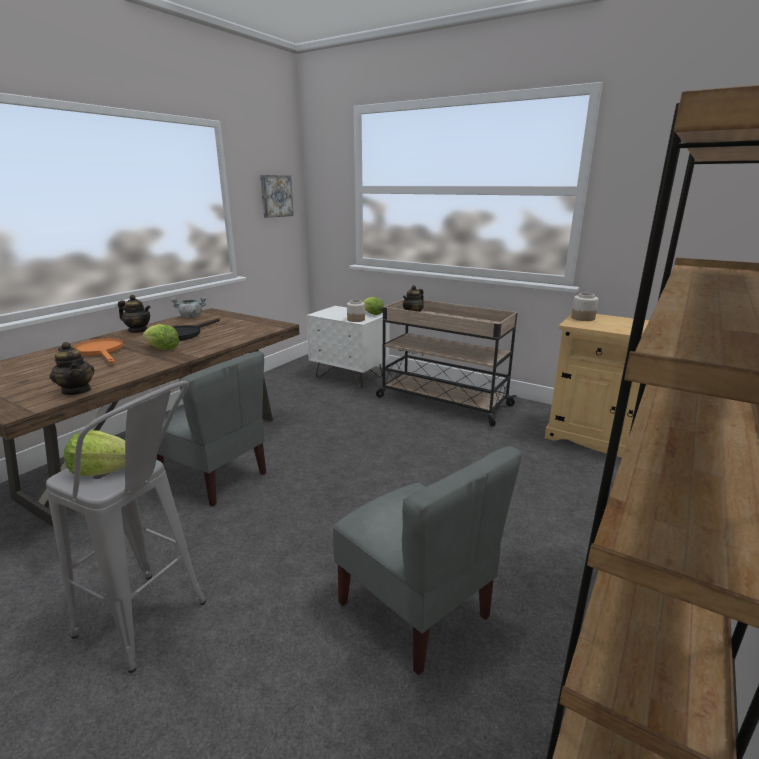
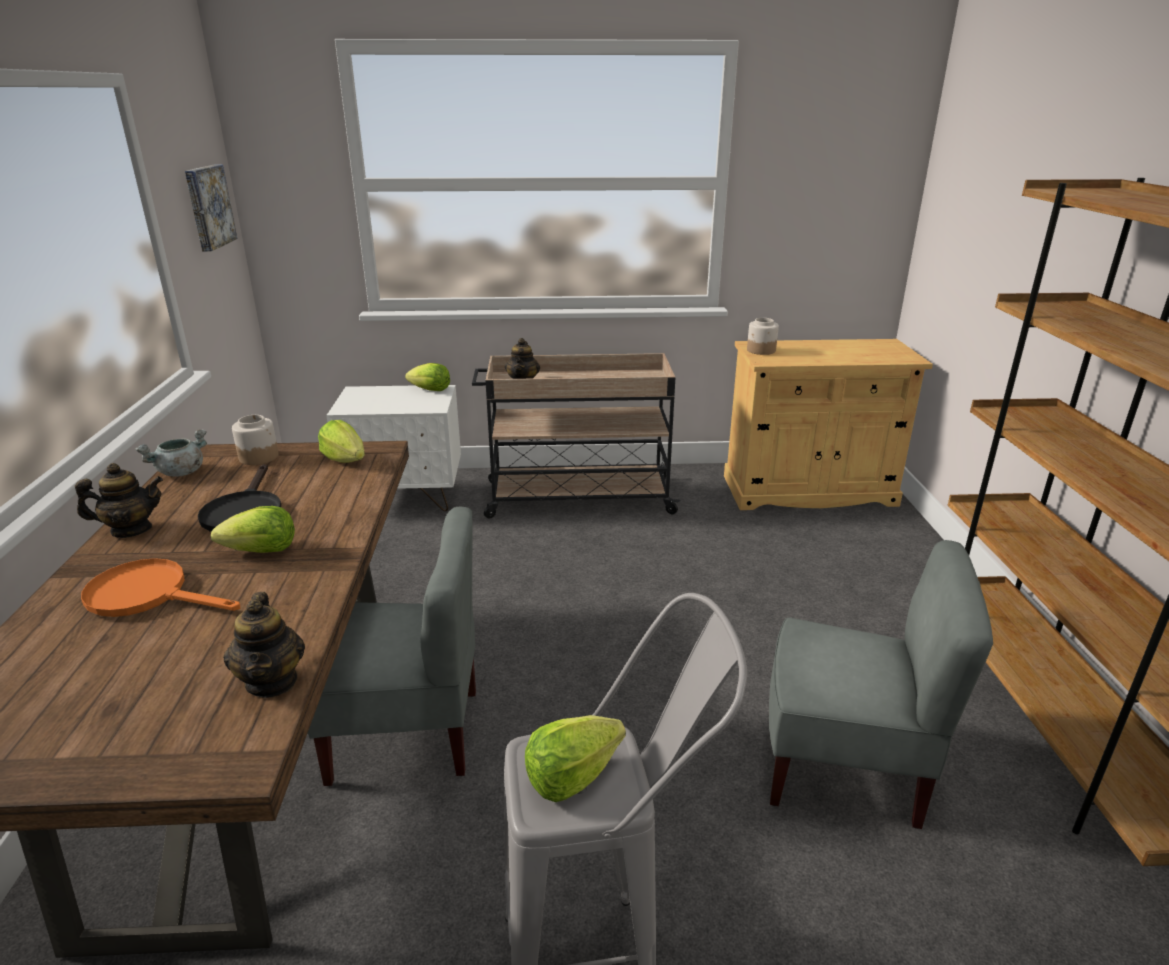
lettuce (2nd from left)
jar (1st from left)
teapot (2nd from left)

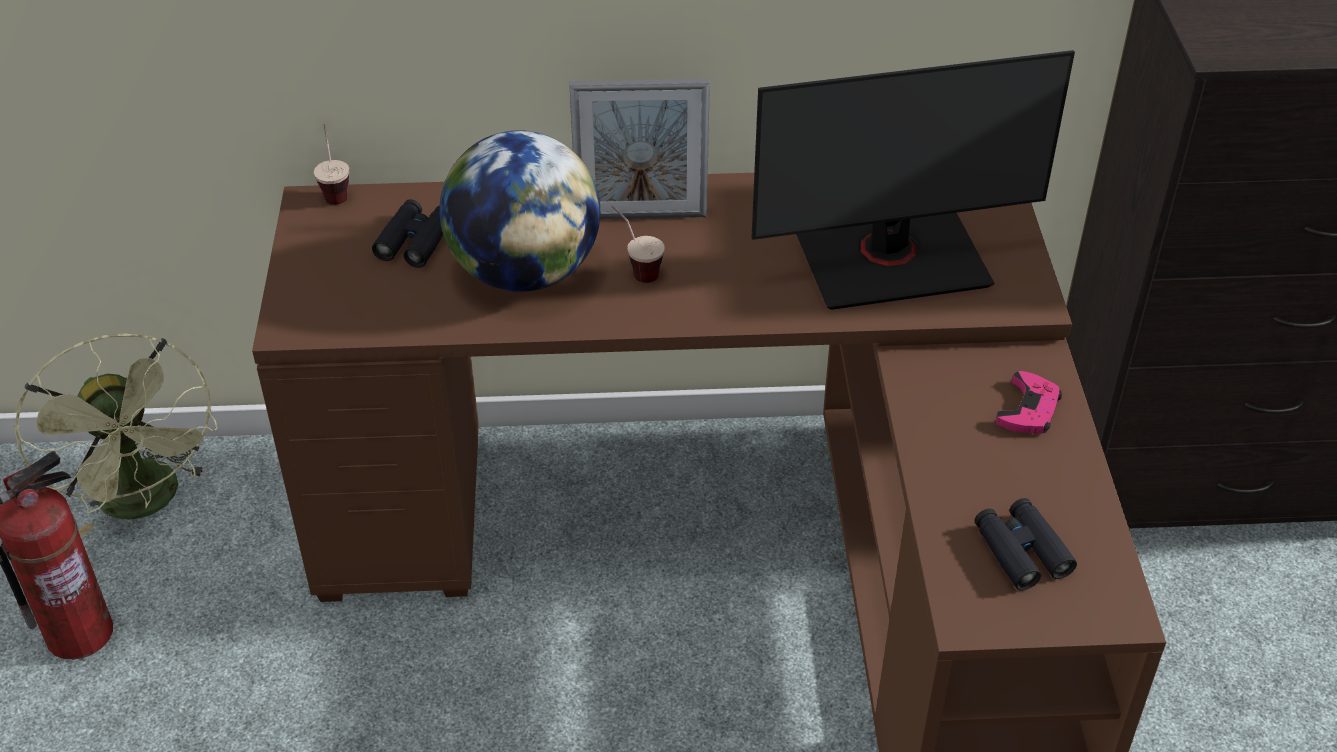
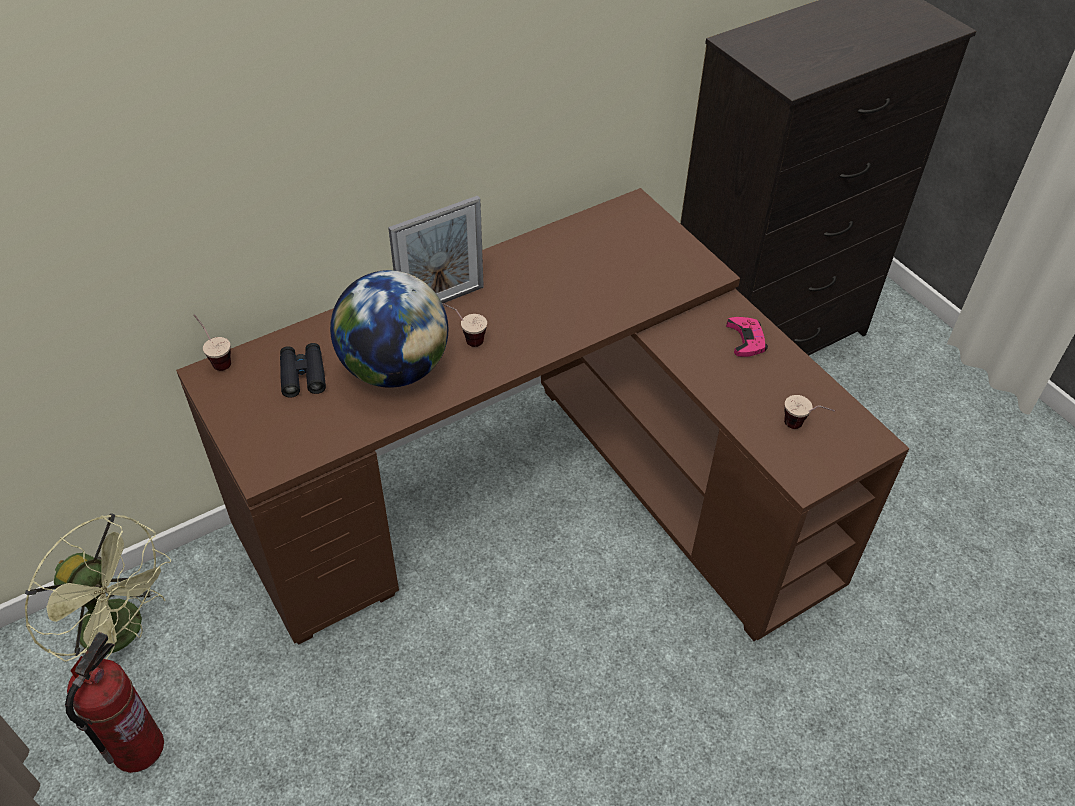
monitor
cup (3rd from left)

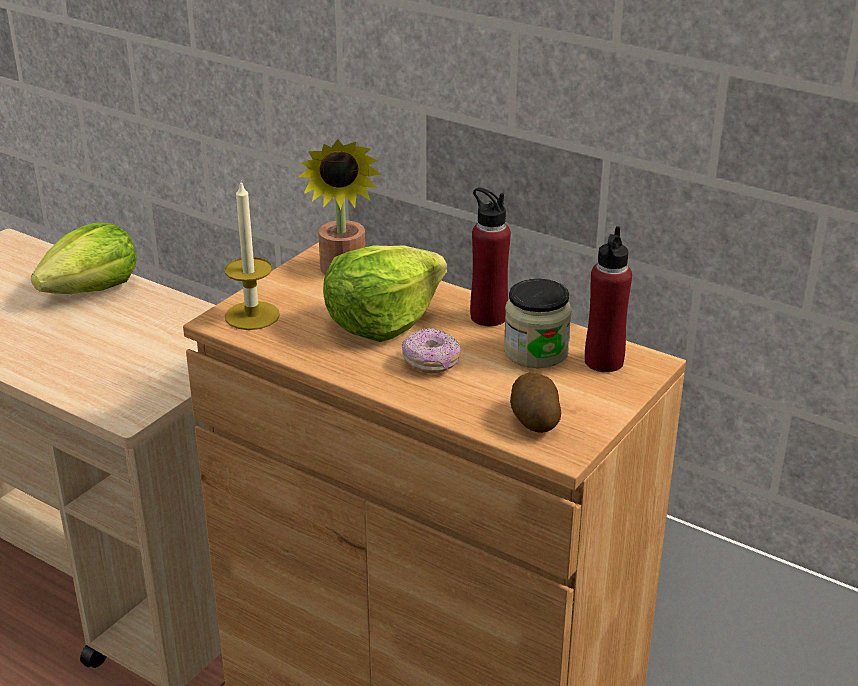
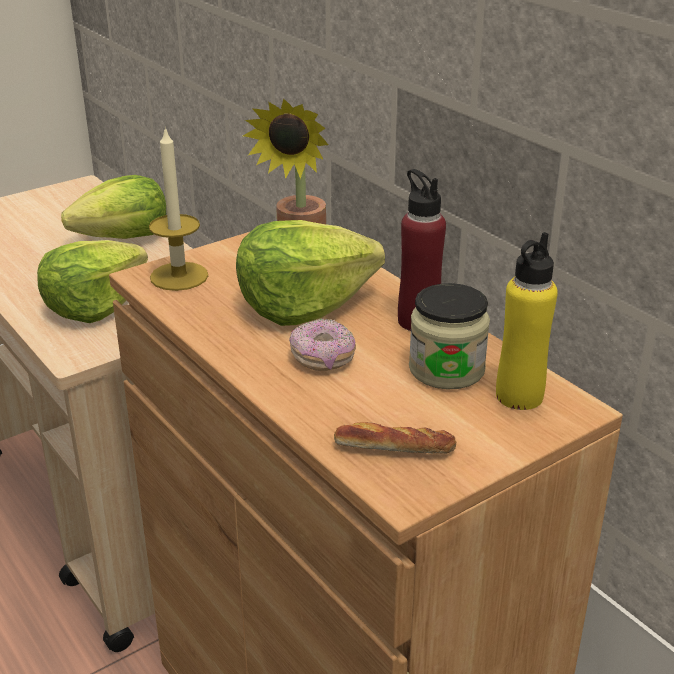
lettuce (1st from left)
bread
yellow bottle

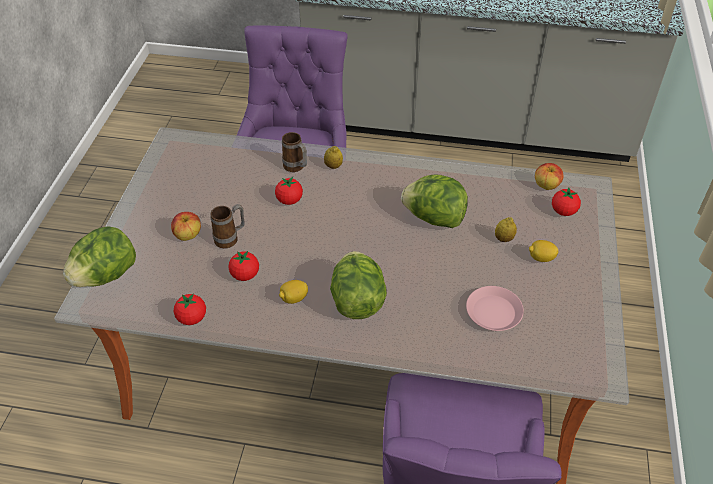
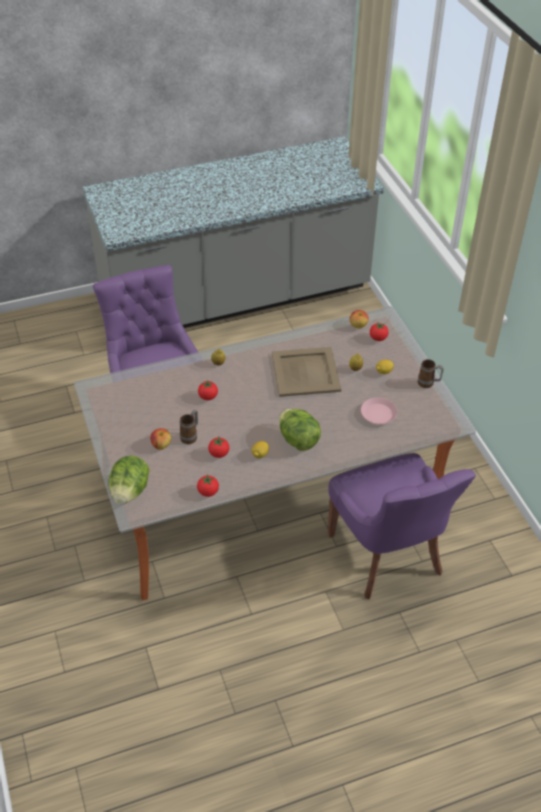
mug (2nd from left)
beige tray

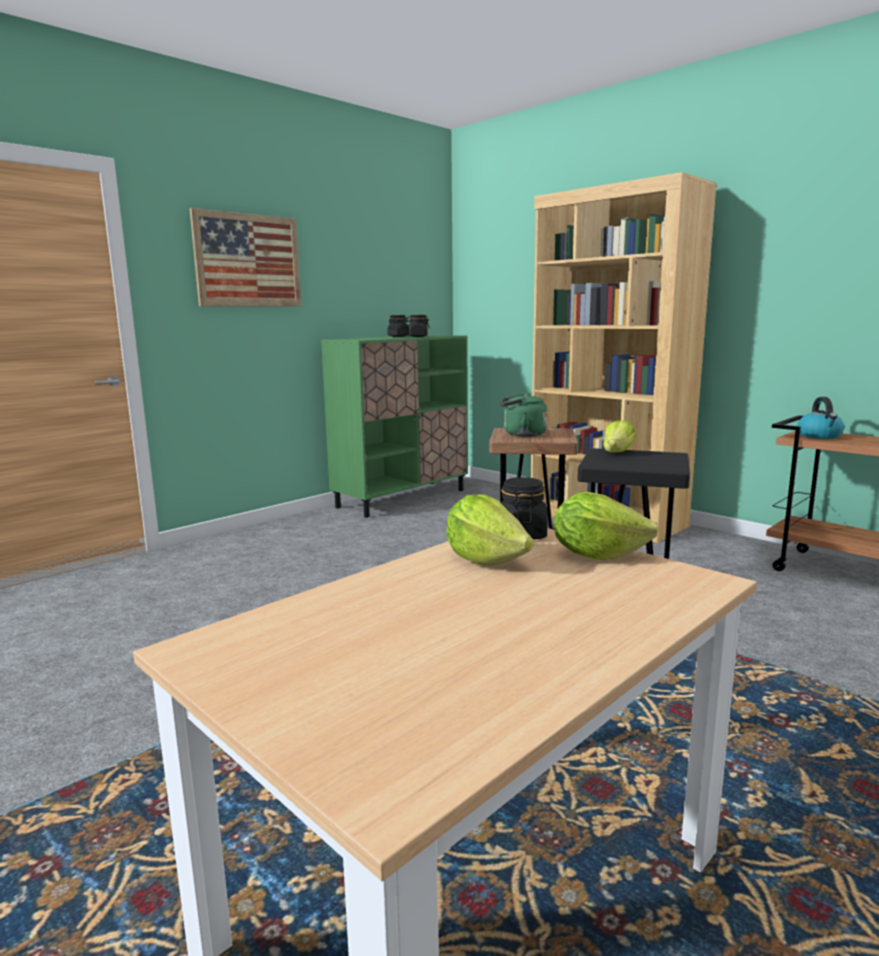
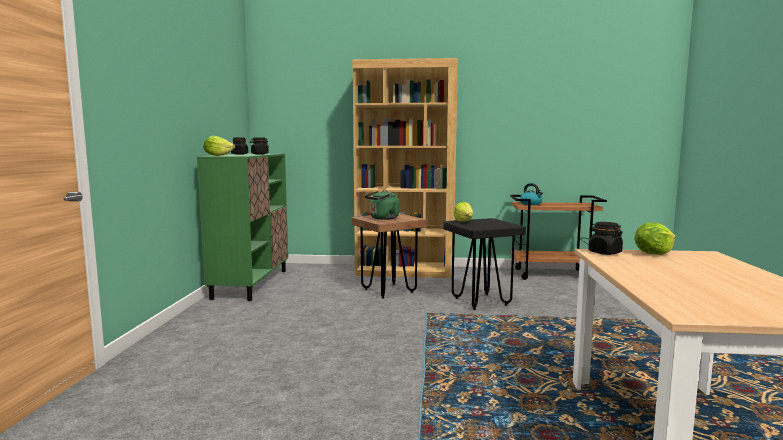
picture
lettuce (1st from left)

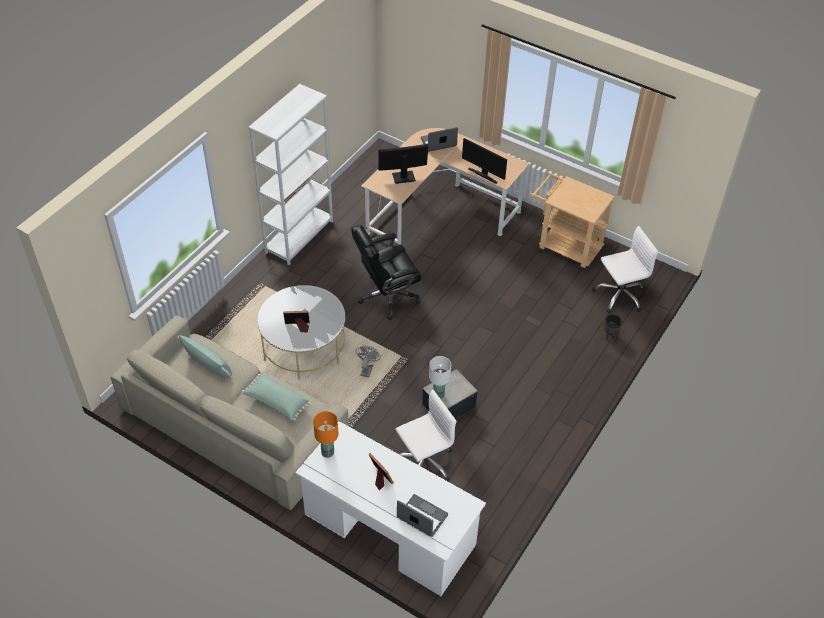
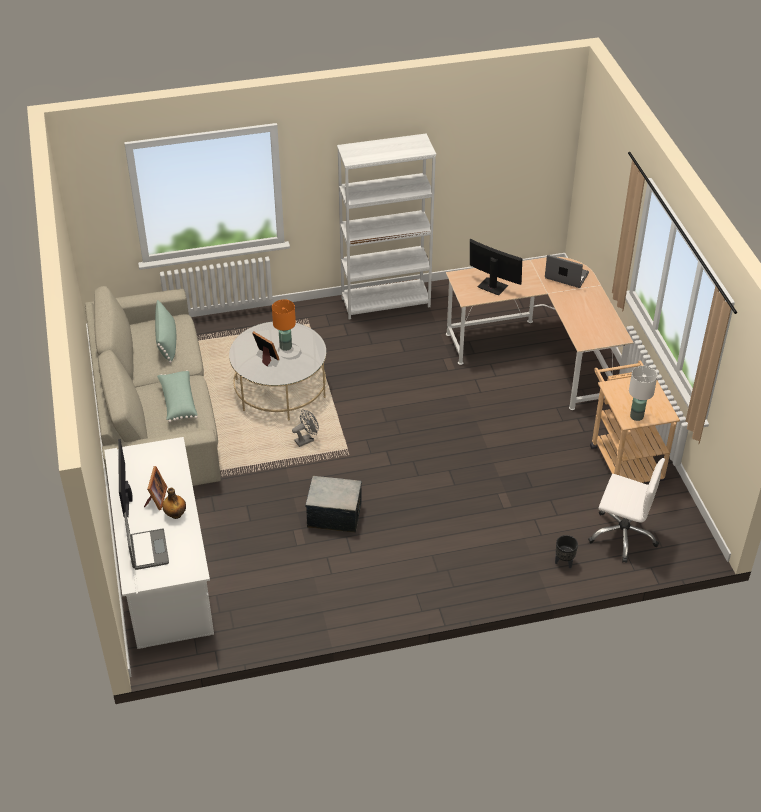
black office chair
white office chair (1st from left in the first image)
bottle
orange table lamp
white table lamp
monitor (1st from left)

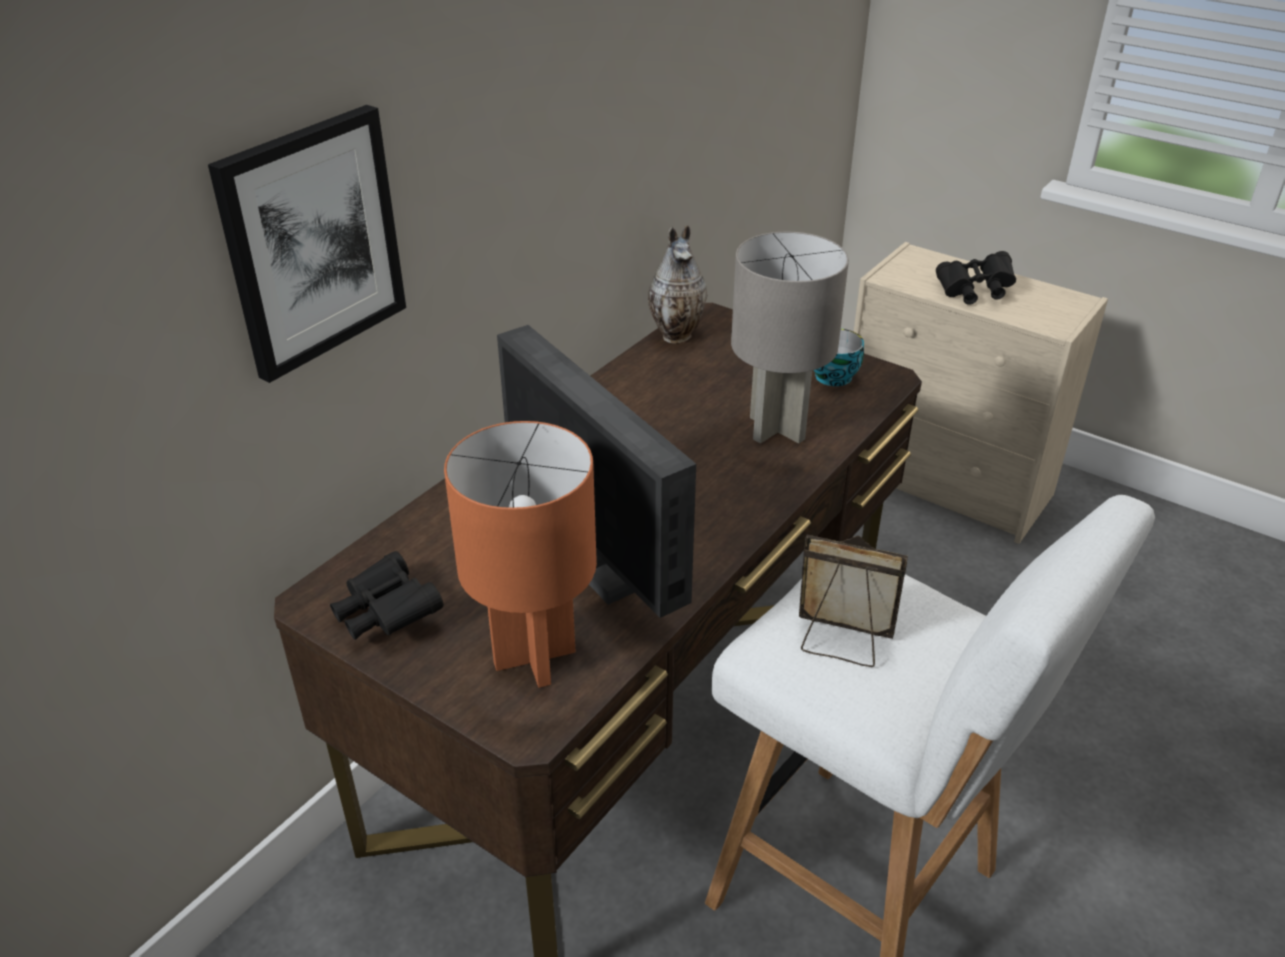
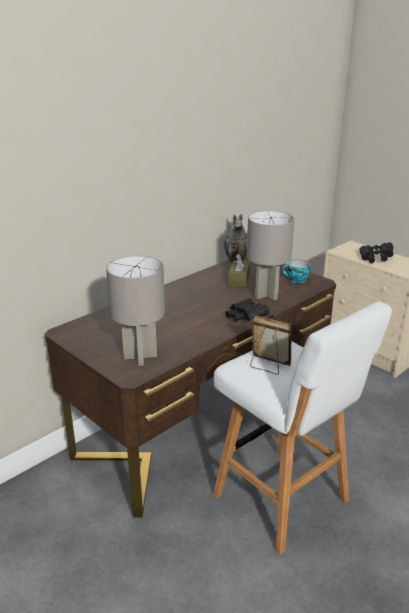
picture
monitor
brown tissue box
black binoculars (1st from left)
grey table lamp (1st from left)

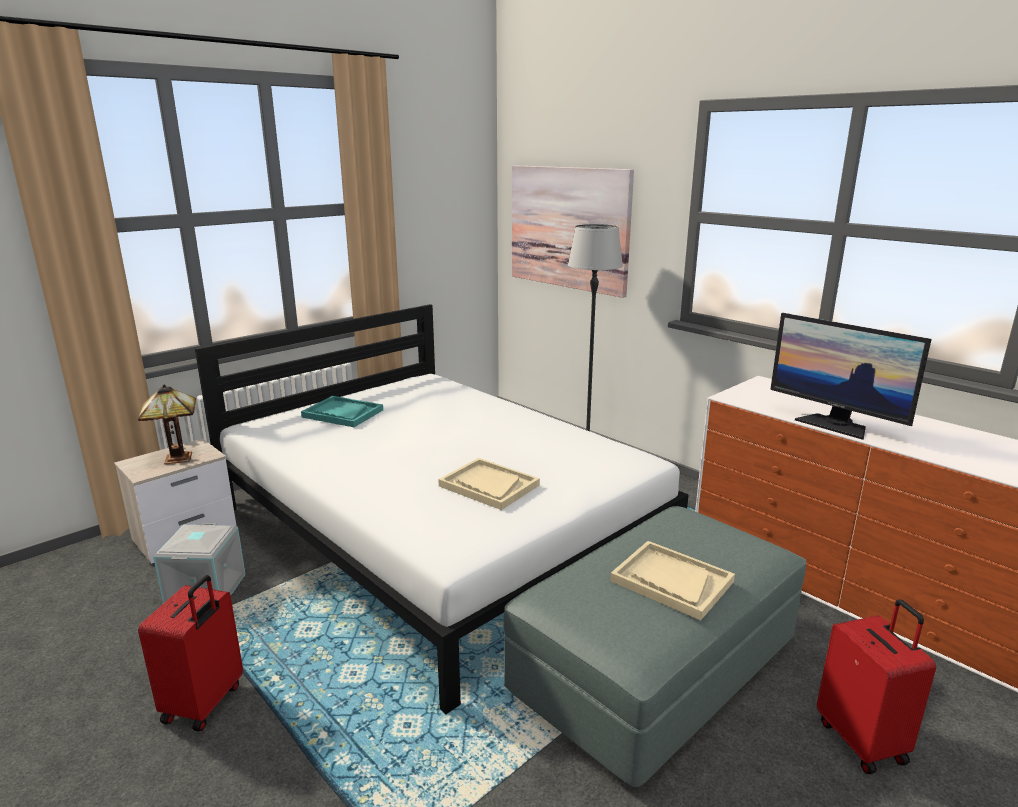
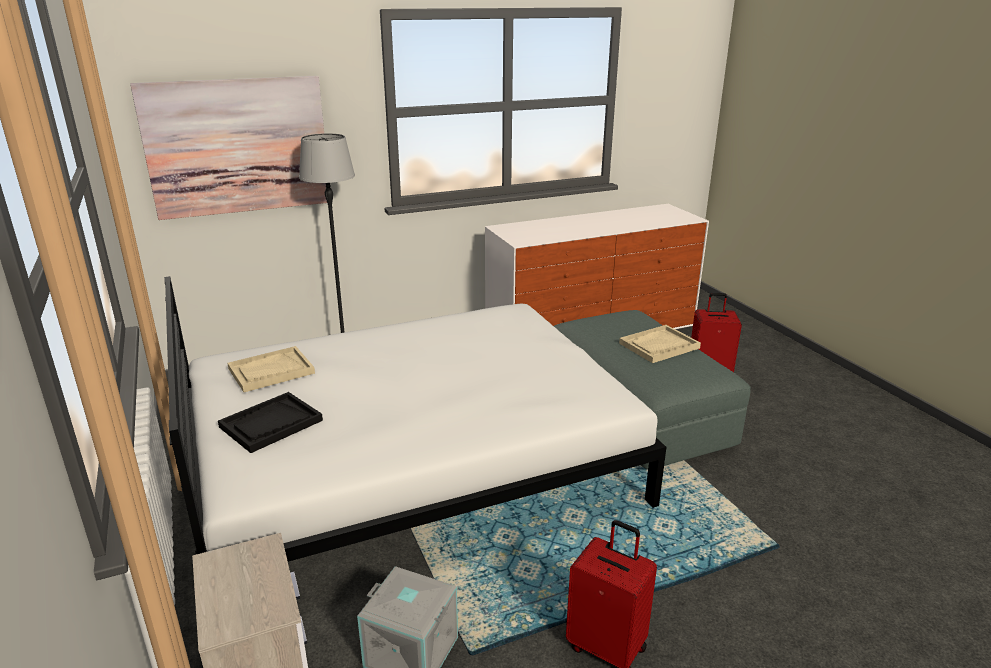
table lamp
monitor
beige tray (1st from left)
black tray

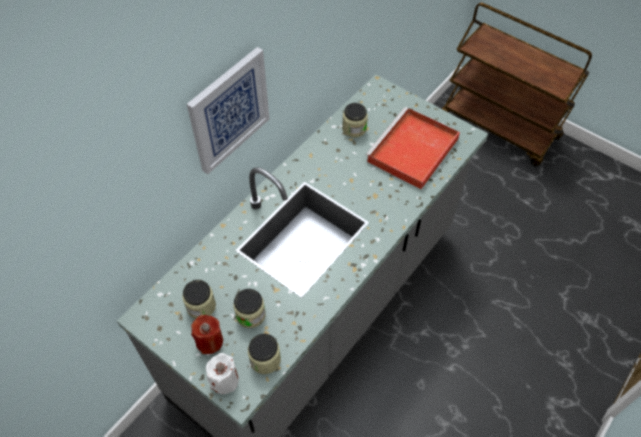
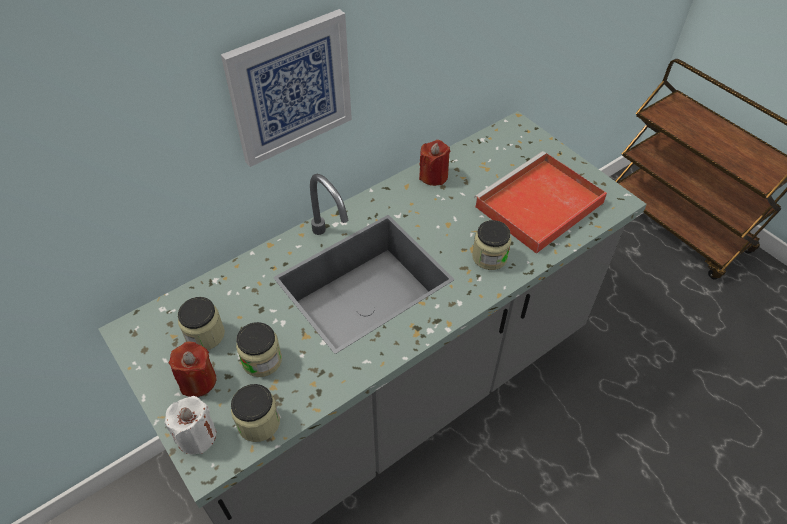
red candle (2nd from left)
jar (4th from left)

